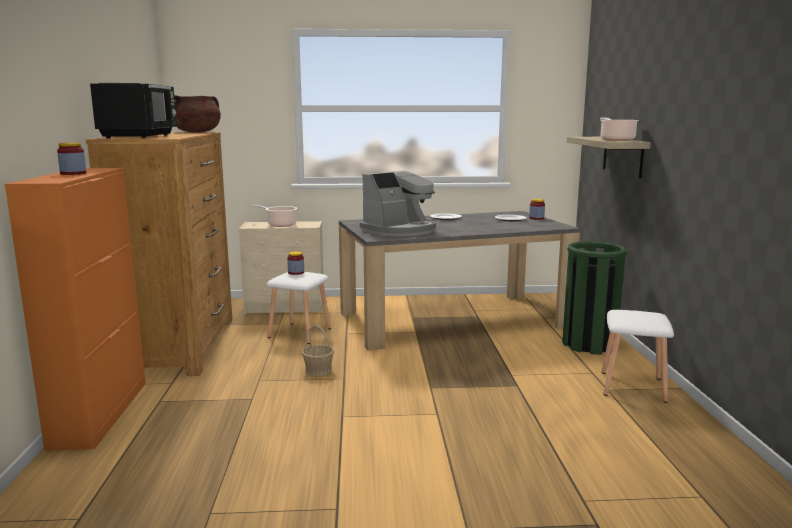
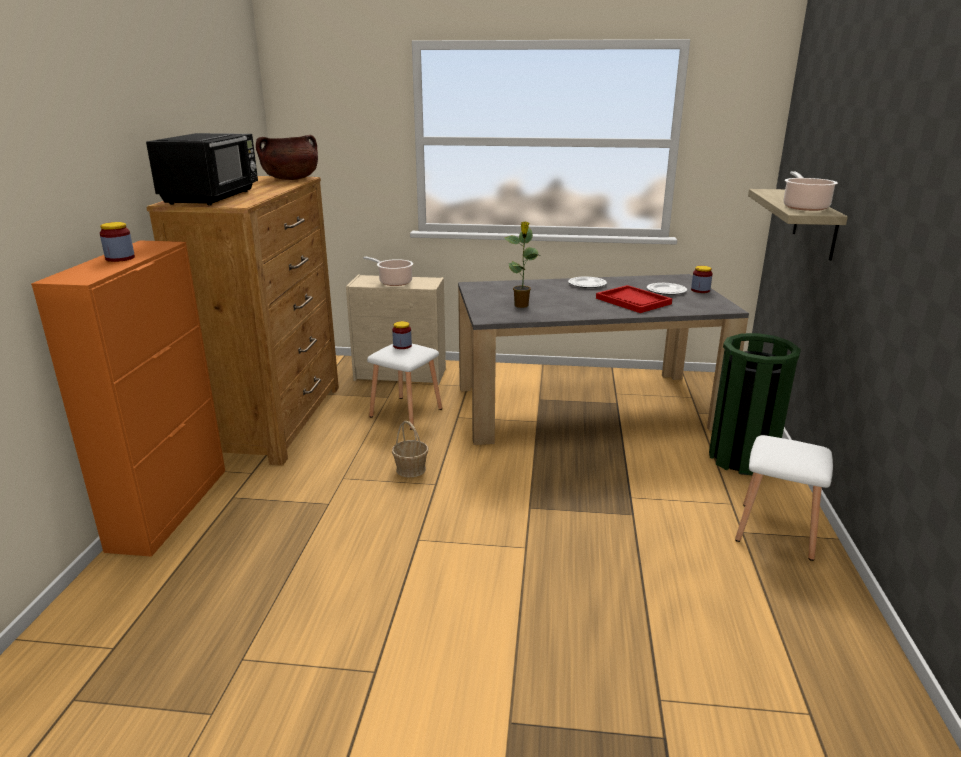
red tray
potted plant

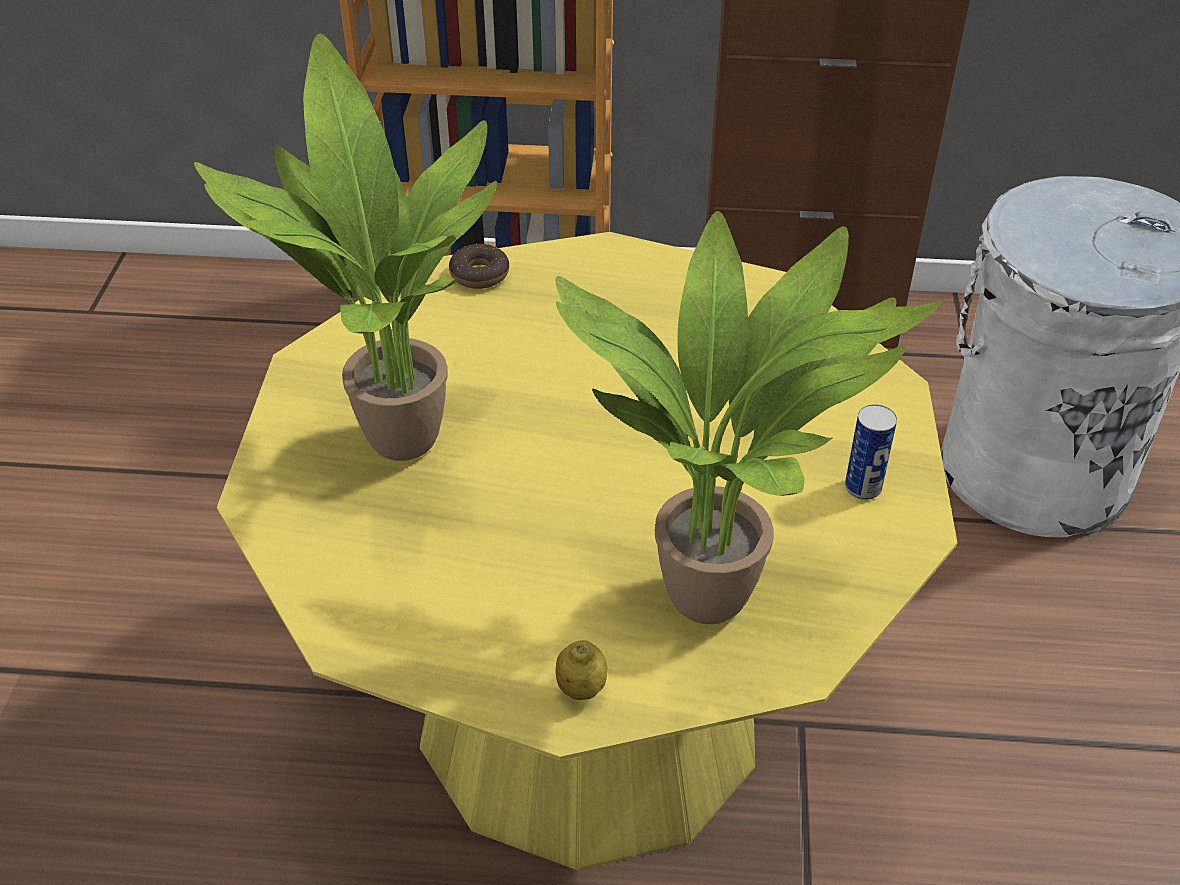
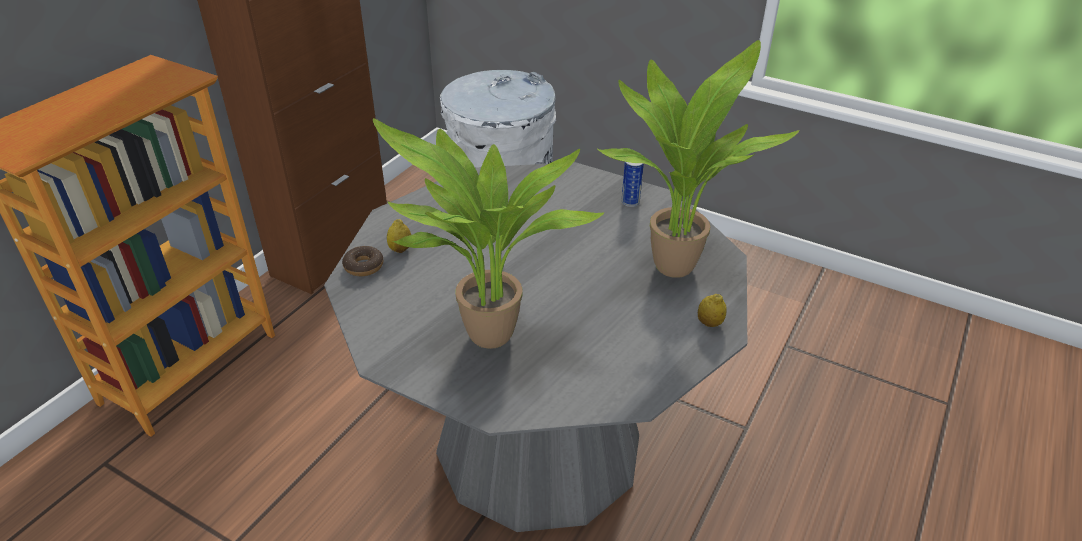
lemon (1st from left)
grey dining table

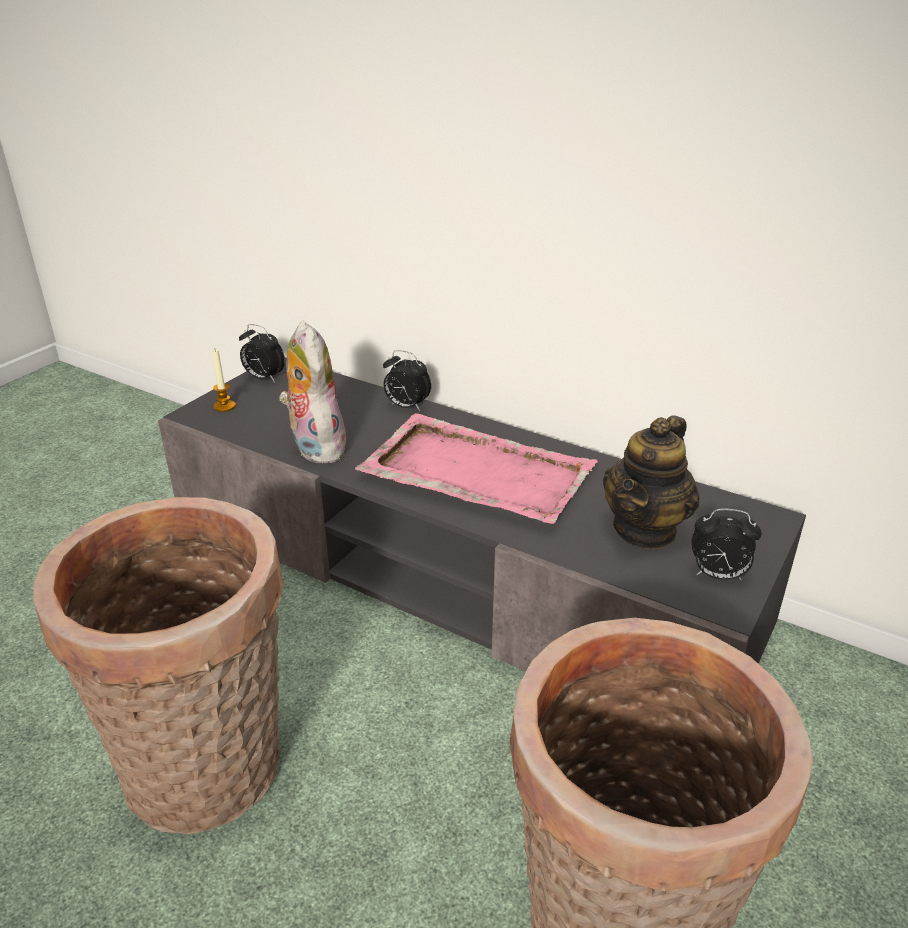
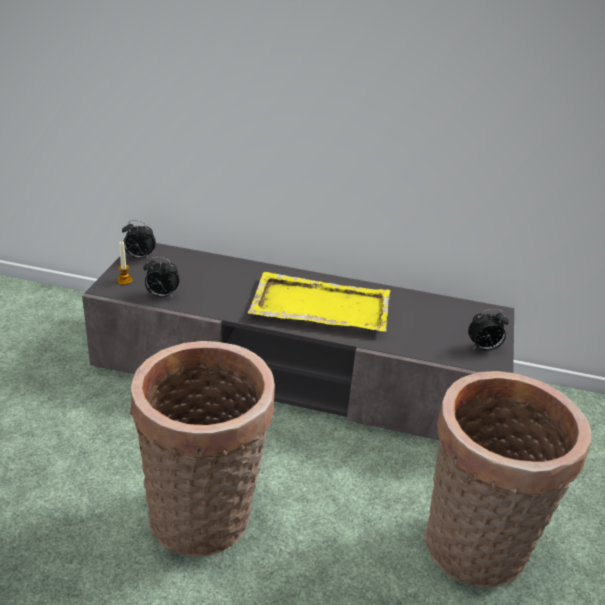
plush toy
teapot
alarm clock (2nd from left)
yellow tray

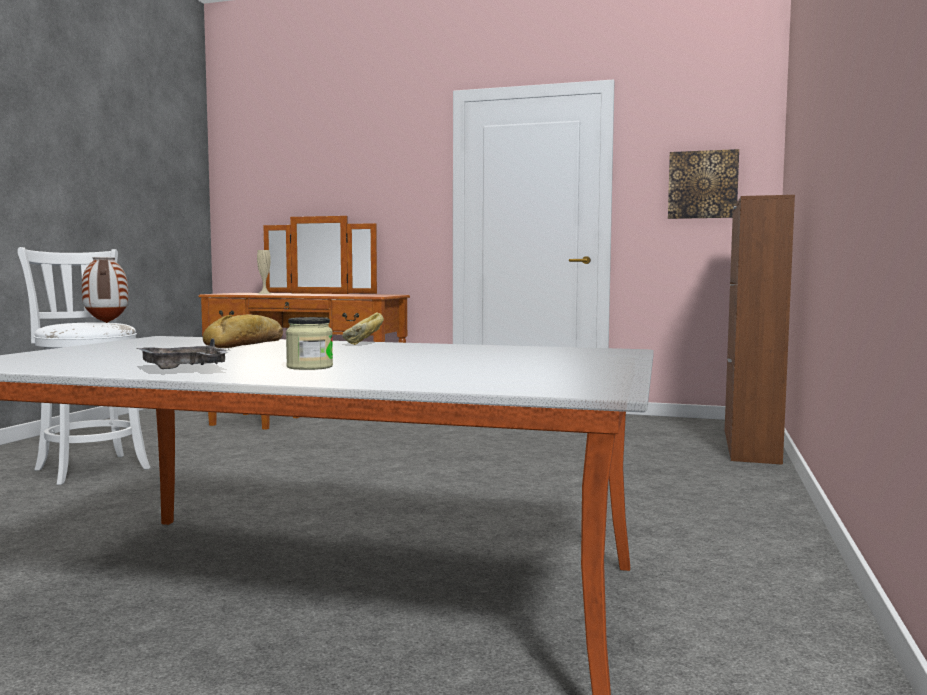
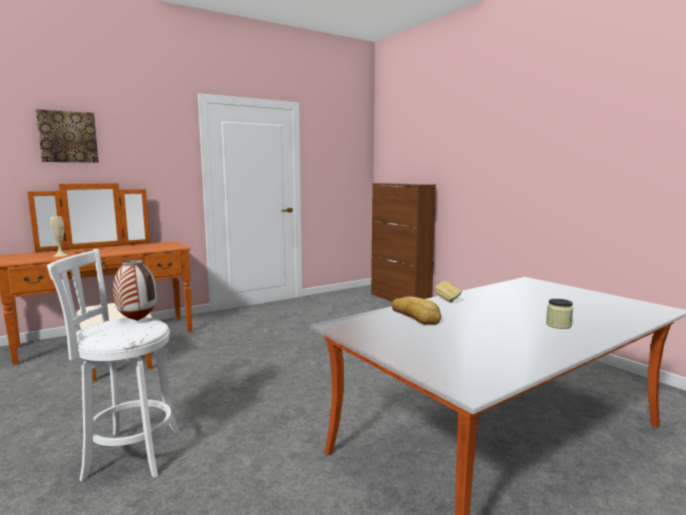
grey tray
picture

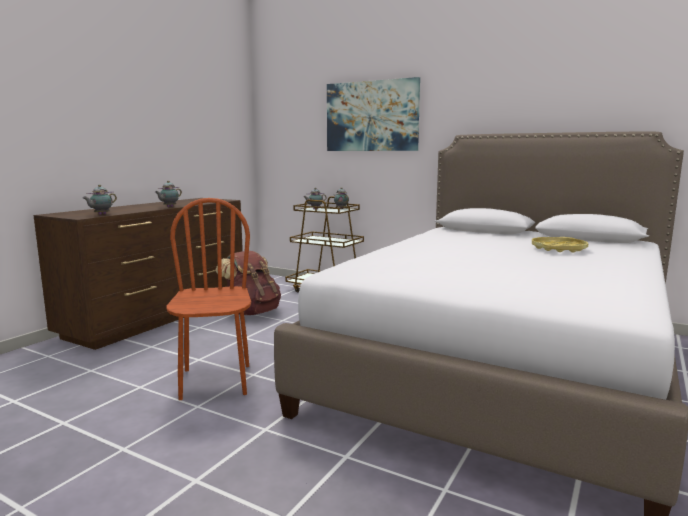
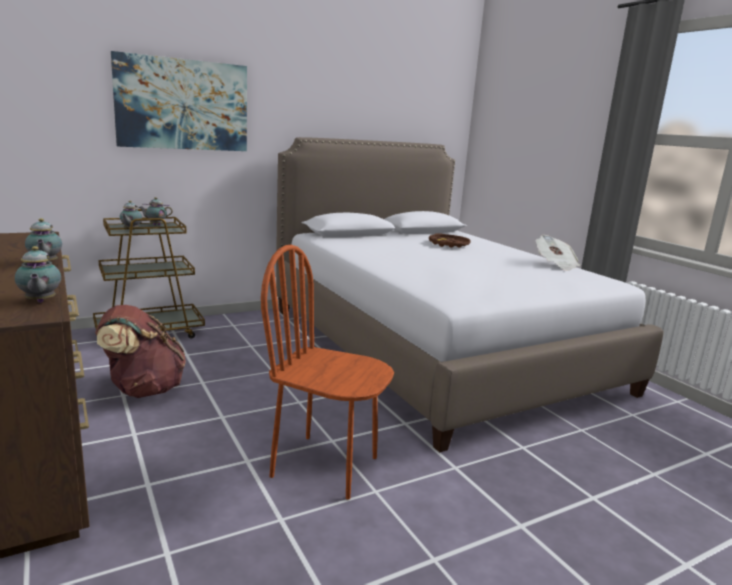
newspaper
brown tray

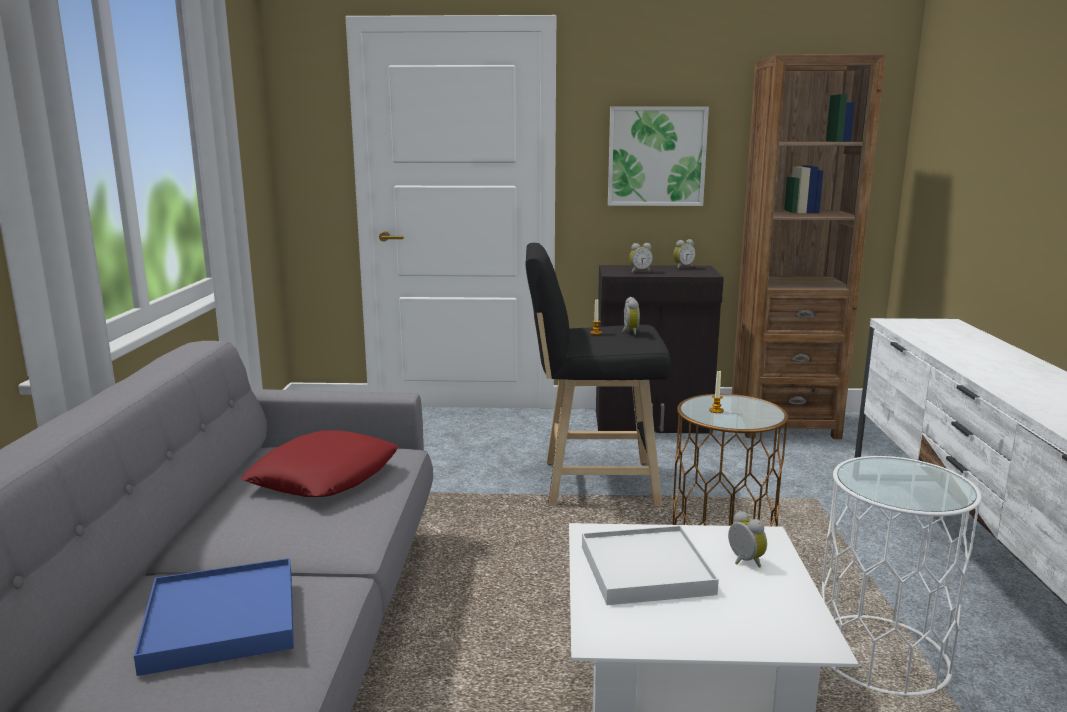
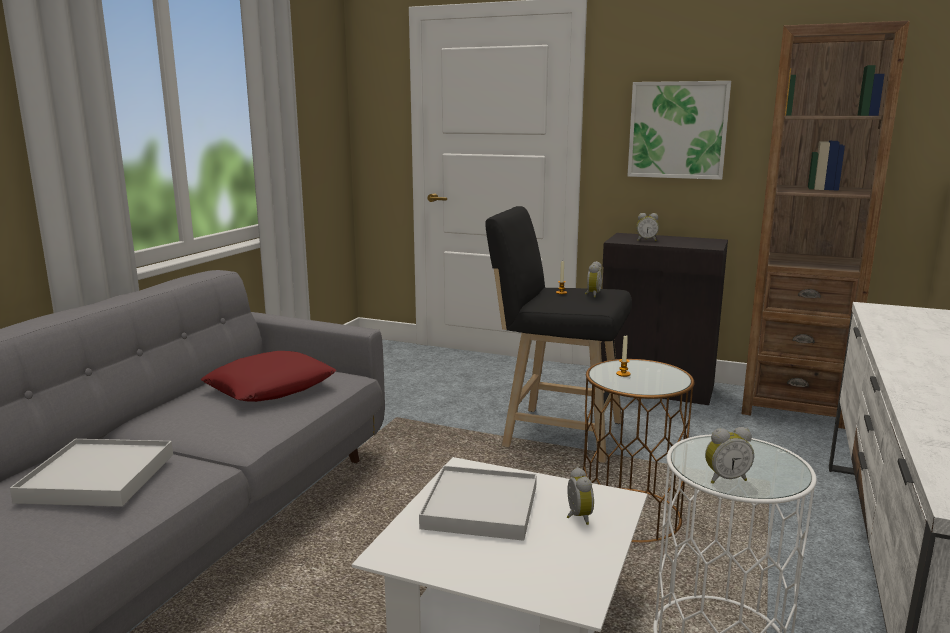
alarm clock (4th from left)
white tray (1st from left)

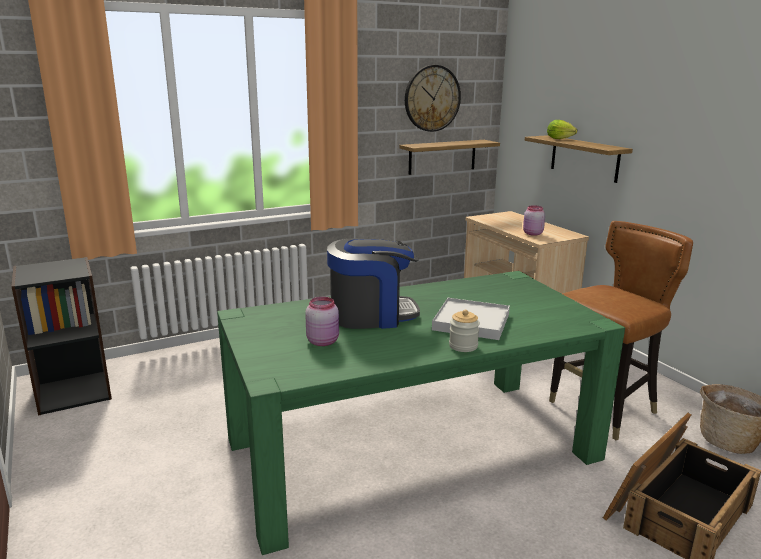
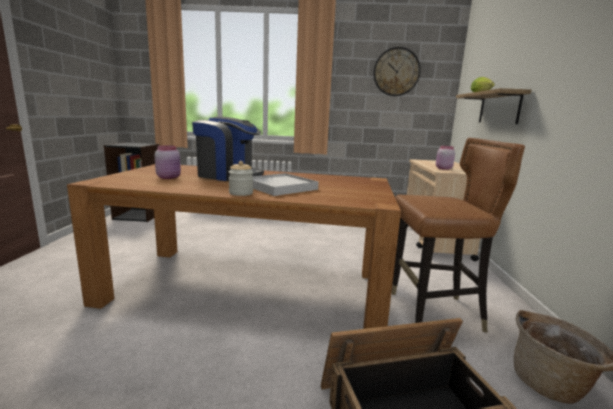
shelf (1st from left in the first image)
brown dining table

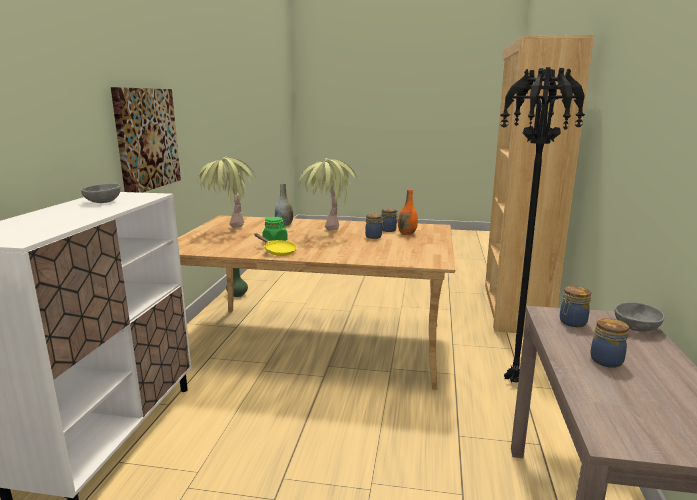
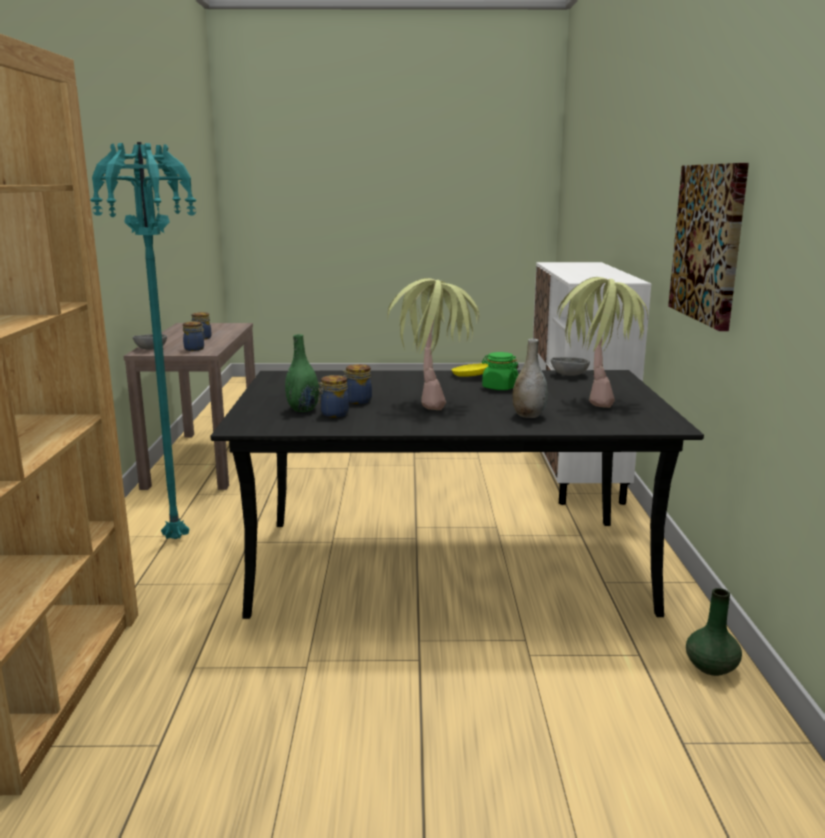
grey bowl (2nd from left)
black dining table
green vase (1st from left)
turquoise floor lamp

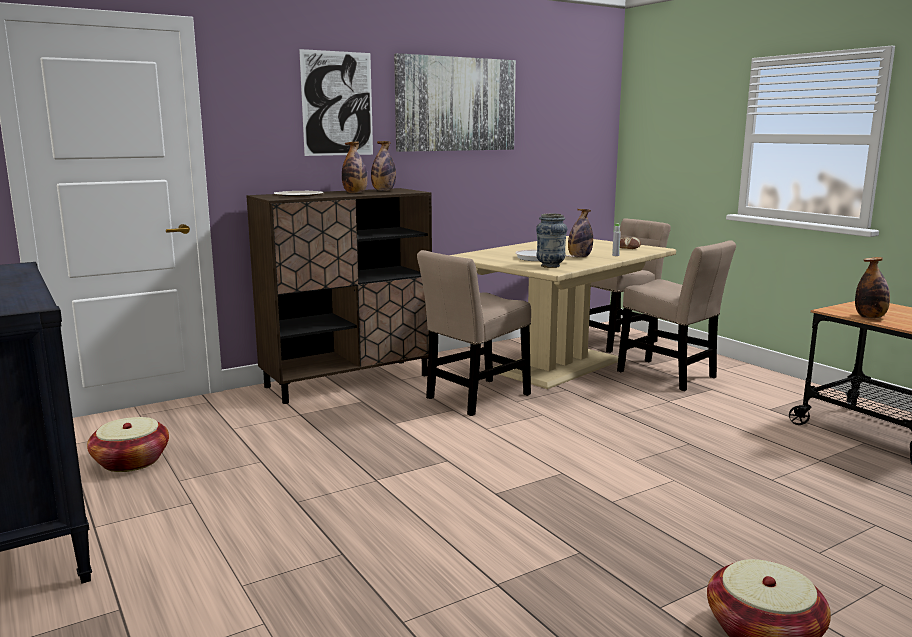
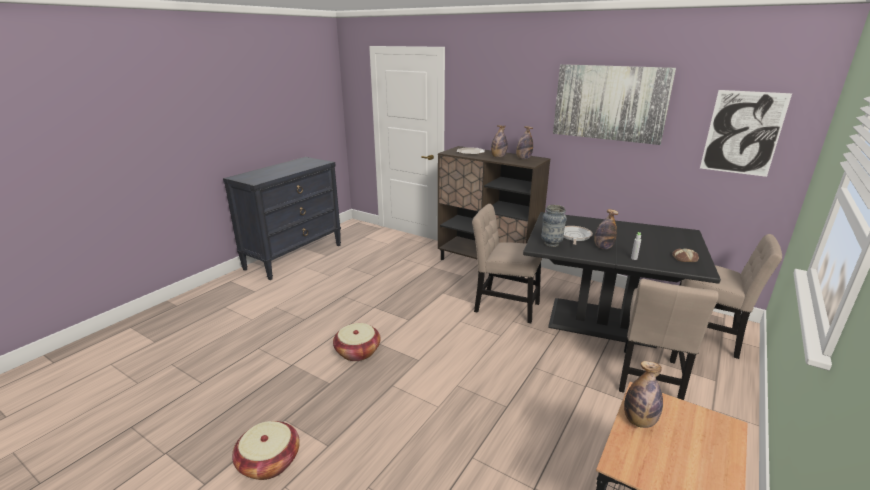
basket (2nd from left)
picture (2nd from left)
black dining table

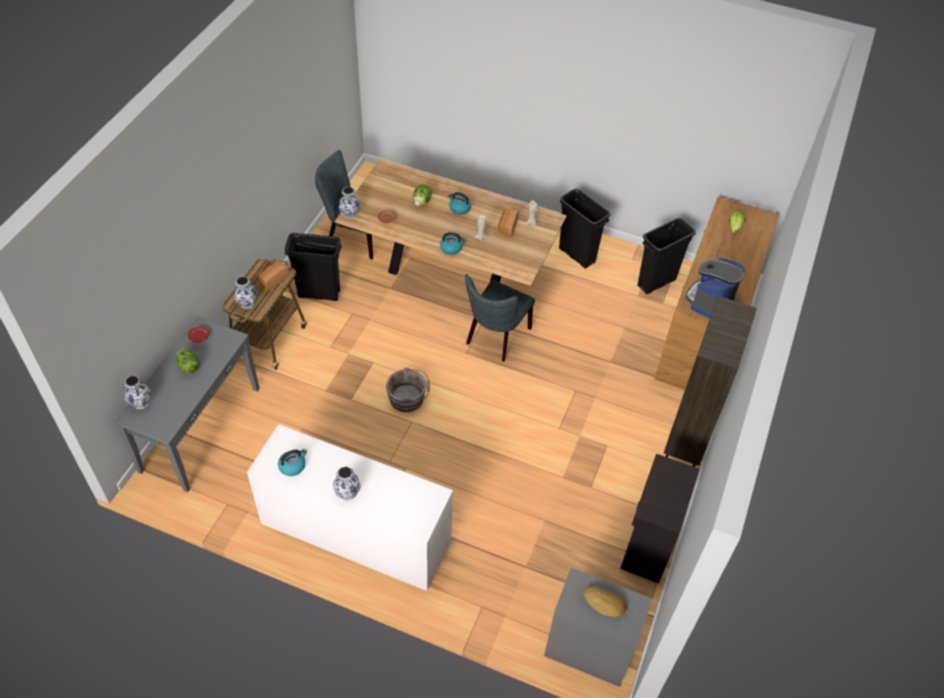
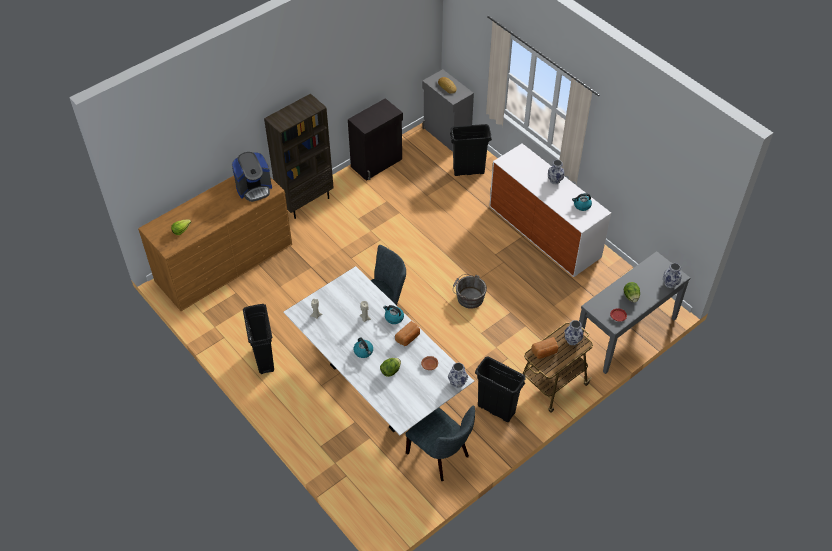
bread (1st from left)
black trash can (2nd from left)
white dining table

